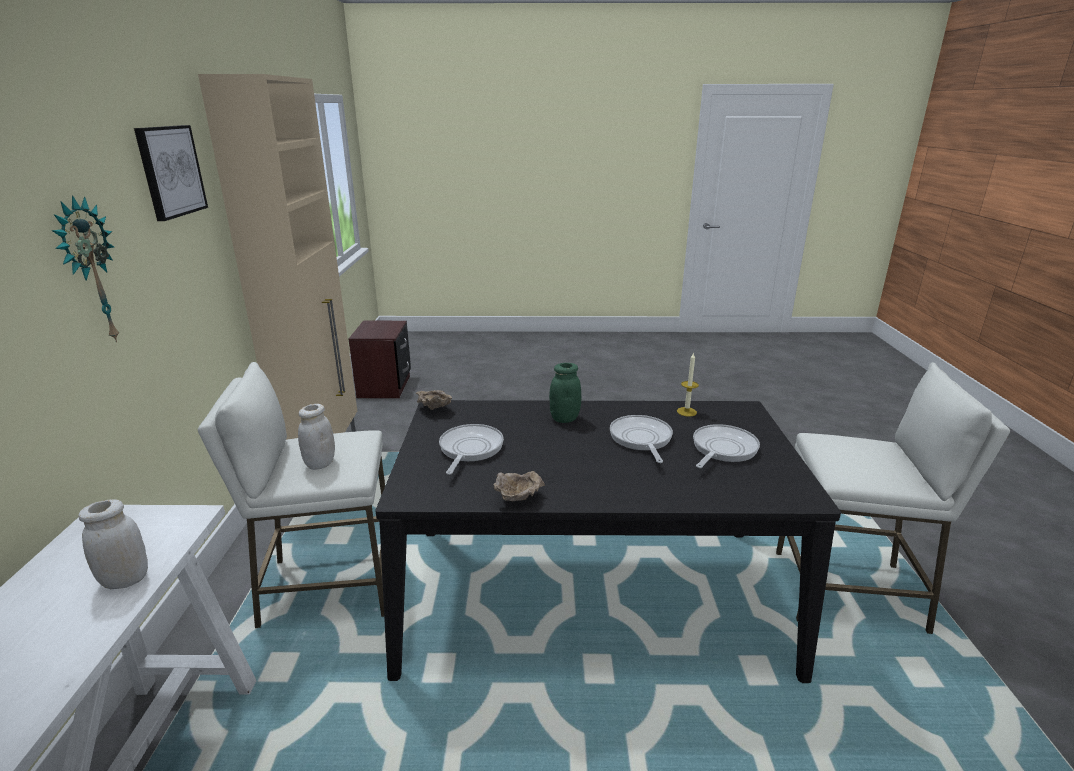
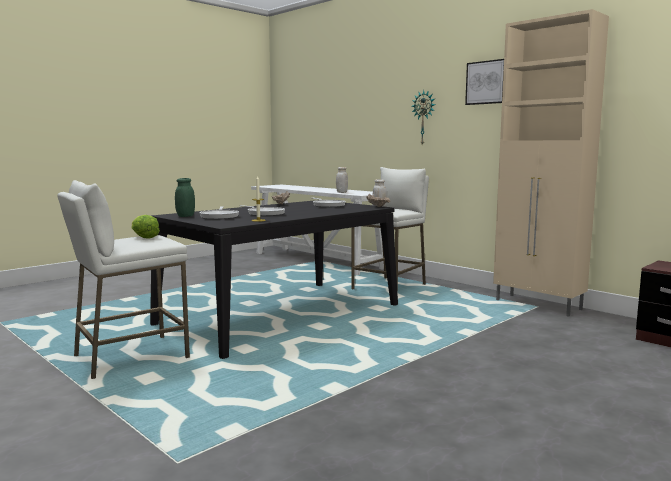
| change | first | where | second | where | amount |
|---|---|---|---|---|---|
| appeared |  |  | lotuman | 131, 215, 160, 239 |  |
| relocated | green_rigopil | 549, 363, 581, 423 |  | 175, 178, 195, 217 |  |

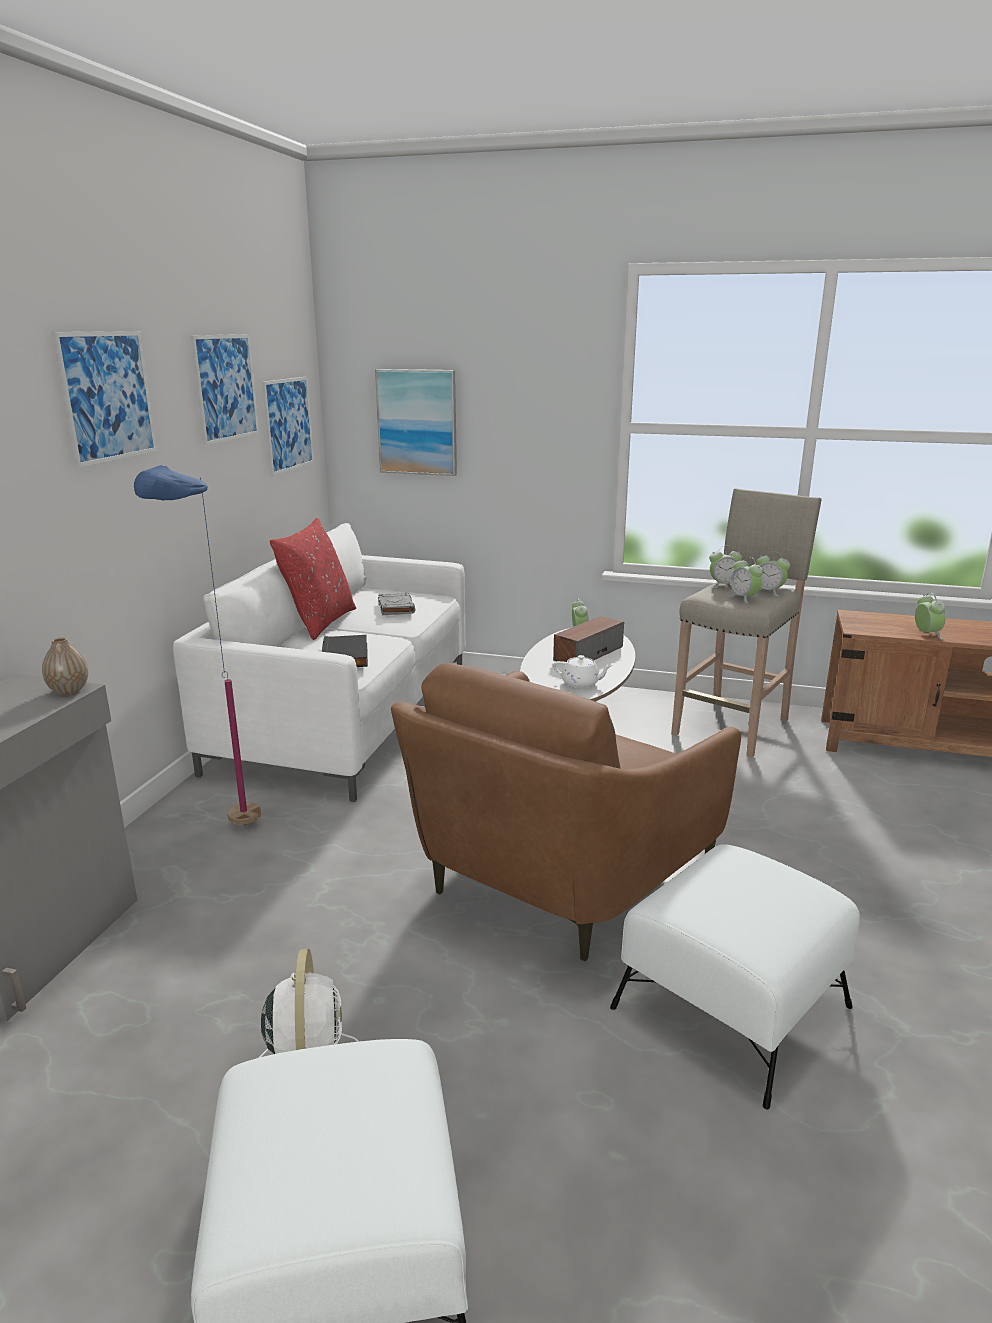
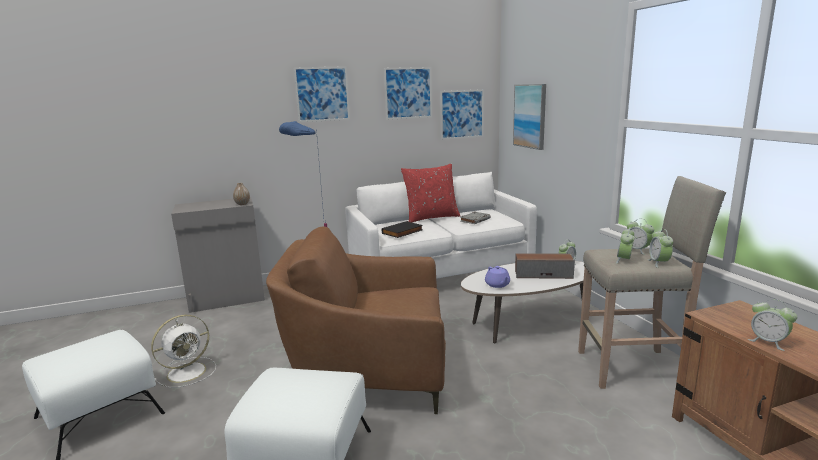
| change | first | where | second | where | amount |
|---|---|---|---|---|---|
| colour | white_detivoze | 553, 655, 613, 688 | purple_detivoze | 485, 266, 510, 288 |  |
| spun | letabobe | 915, 592, 945, 639 |  | 748, 299, 797, 351 | 90 degrees clockwise |

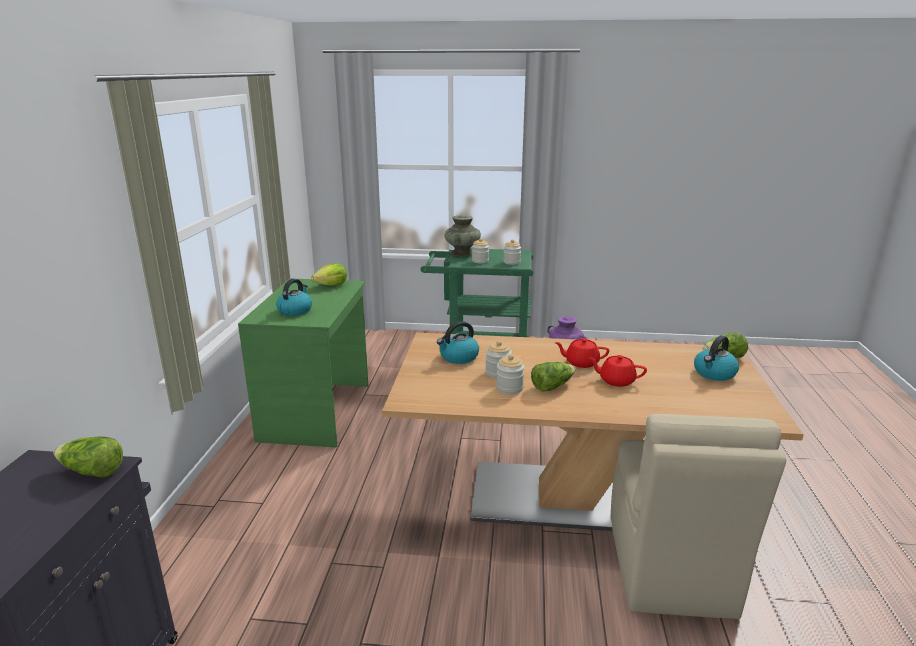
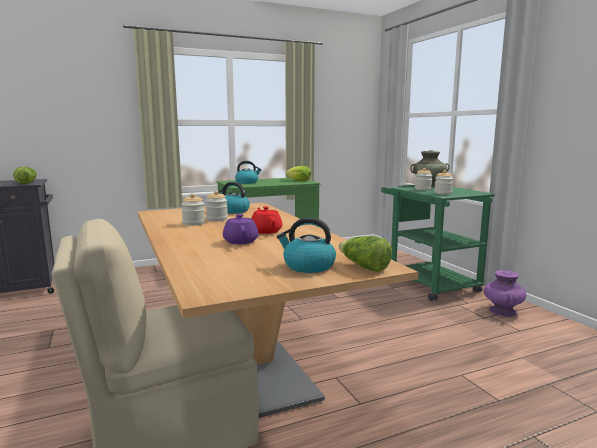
| change | first | where | second | where | amount |
|---|---|---|---|---|---|
| missing | lotuman | 531, 362, 576, 391 |  |  |  |
| colour | red_detivoze | 588, 355, 647, 387 | purple_detivoze | 223, 214, 258, 244 |  |

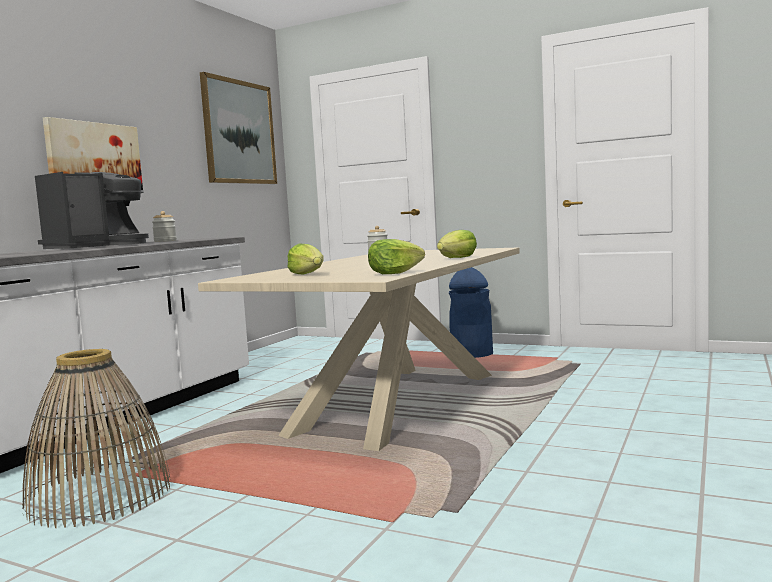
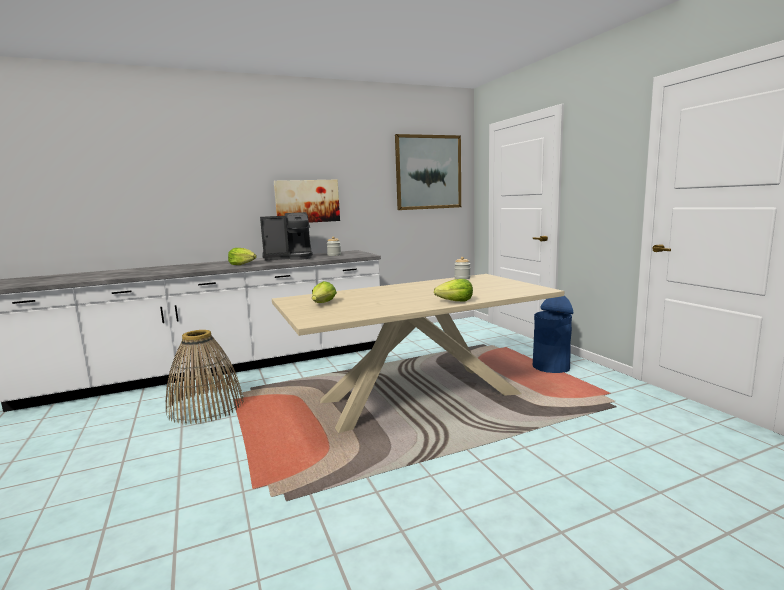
| change | first | where | second | where | amount |
|---|---|---|---|---|---|
| relocated | lotuman | 368, 239, 425, 274 |  | 228, 248, 257, 265 |  |

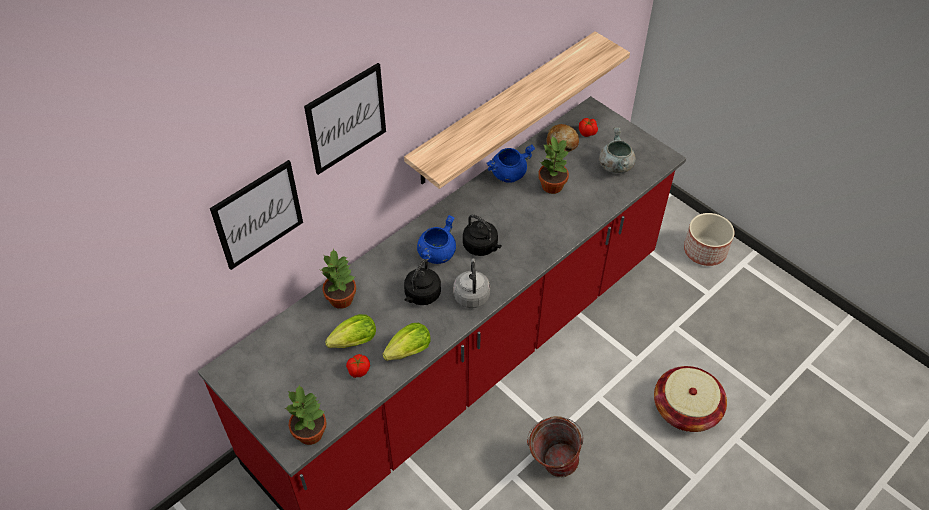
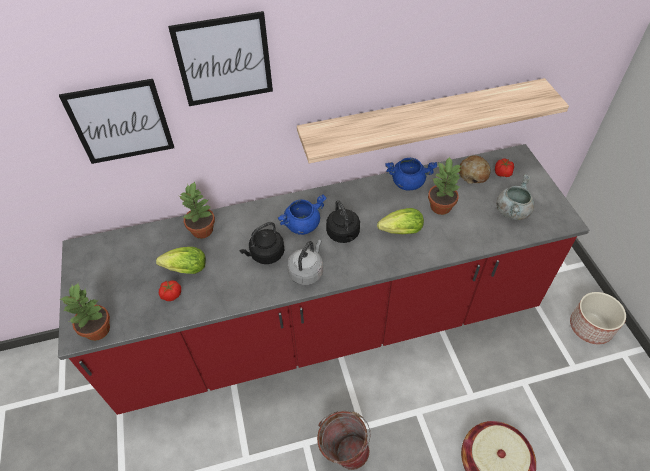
| change | first | where | second | where | amount |
|---|---|---|---|---|---|
| relocated | lotuman | 382, 323, 431, 361 |  | 377, 208, 424, 234 |  |

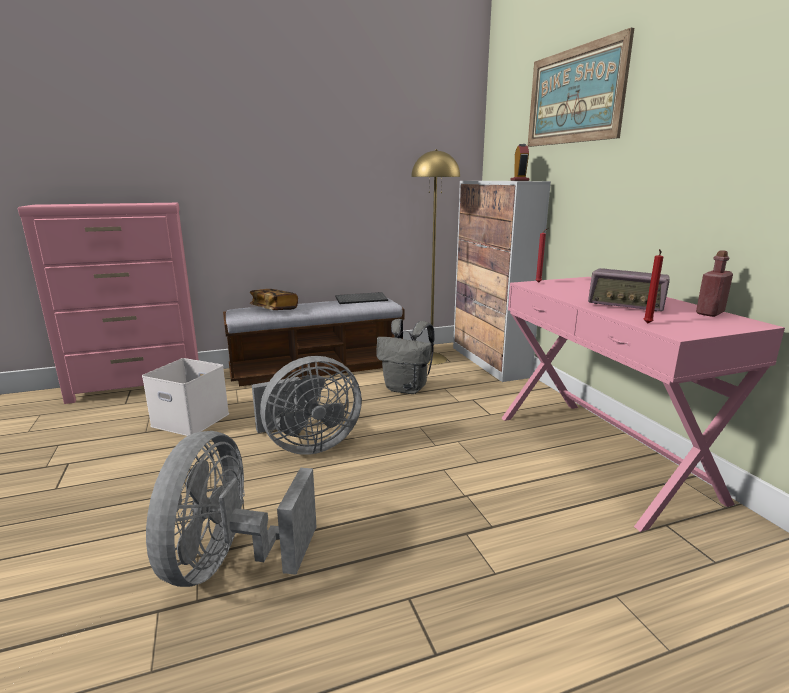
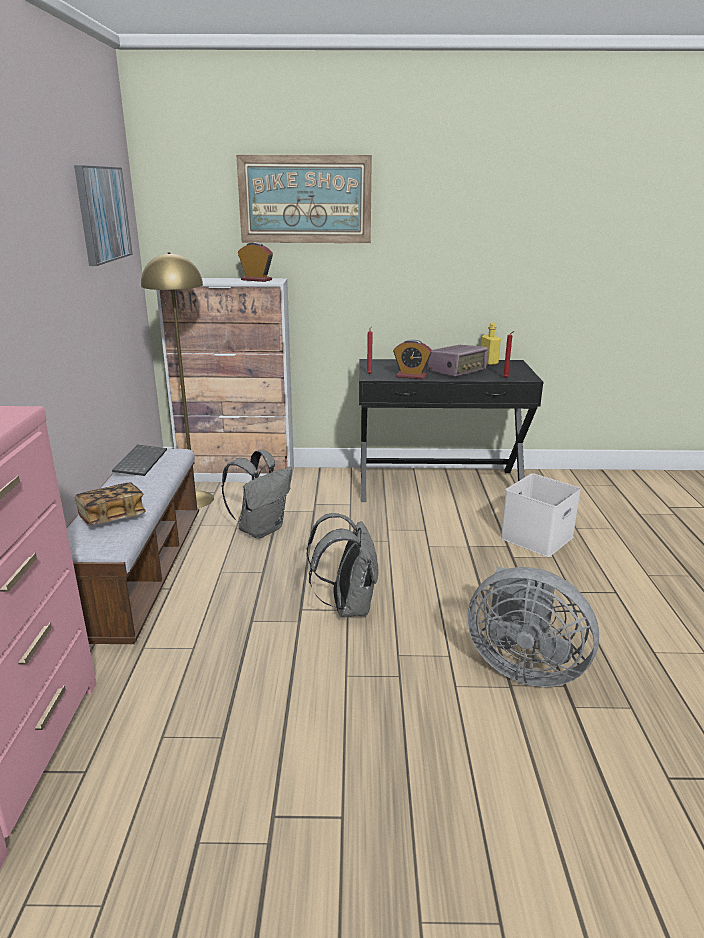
| change | first | where | second | where | amount |
|---|---|---|---|---|---|
| appeared |  |  | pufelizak | 74, 165, 133, 266 |  |
| appeared |  |  | letabobe | 393, 339, 432, 379 |  |
| relocated | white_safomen | 142, 358, 229, 436 |  | 500, 473, 581, 557 |  |
| exchanged | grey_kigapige | 252, 356, 362, 455 | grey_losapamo | 306, 513, 378, 617 |  |
| colour | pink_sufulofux | 501, 277, 785, 532 | black_sufulofux | 359, 359, 543, 502 |  |
| colour | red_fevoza | 696, 250, 733, 317 | yellow_fevoza | 481, 323, 501, 365 |  |

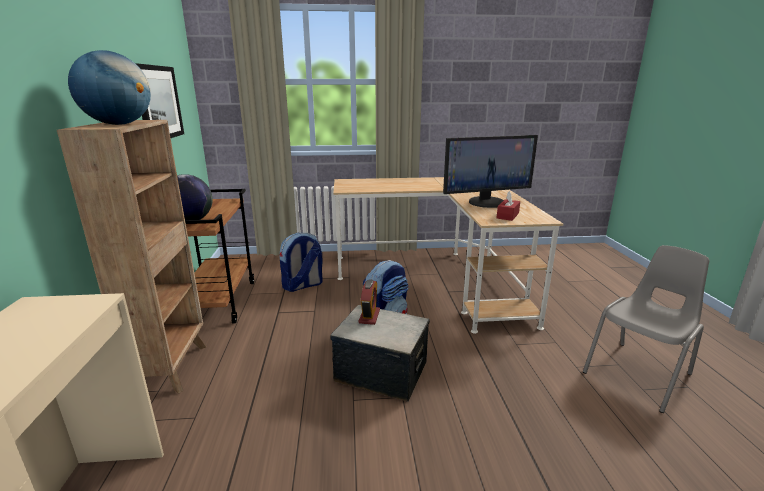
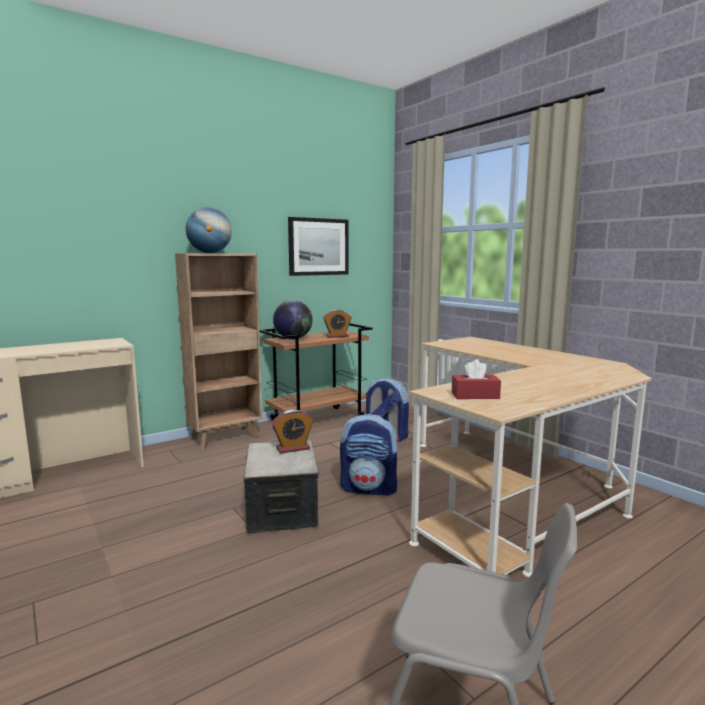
| change | first | where | second | where | amount |
|---|---|---|---|---|---|
| missing | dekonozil | 443, 135, 538, 208 |  |  |  |
| appeared |  |  | letabobe | 323, 309, 351, 338 |  |

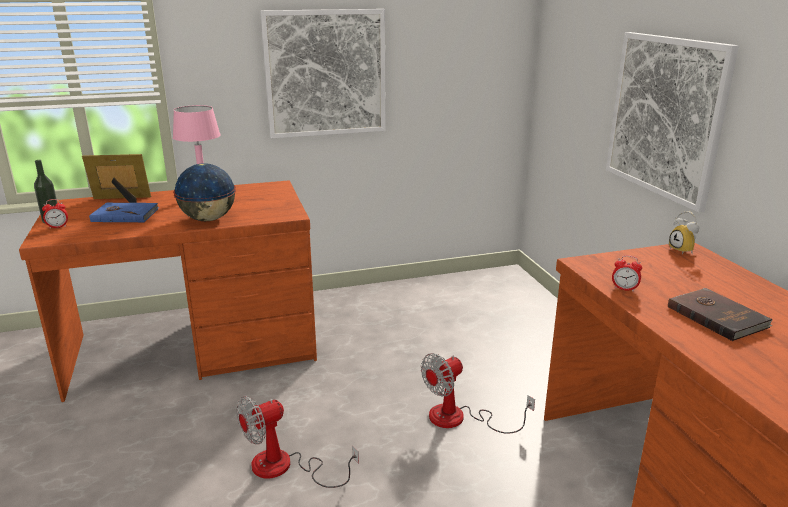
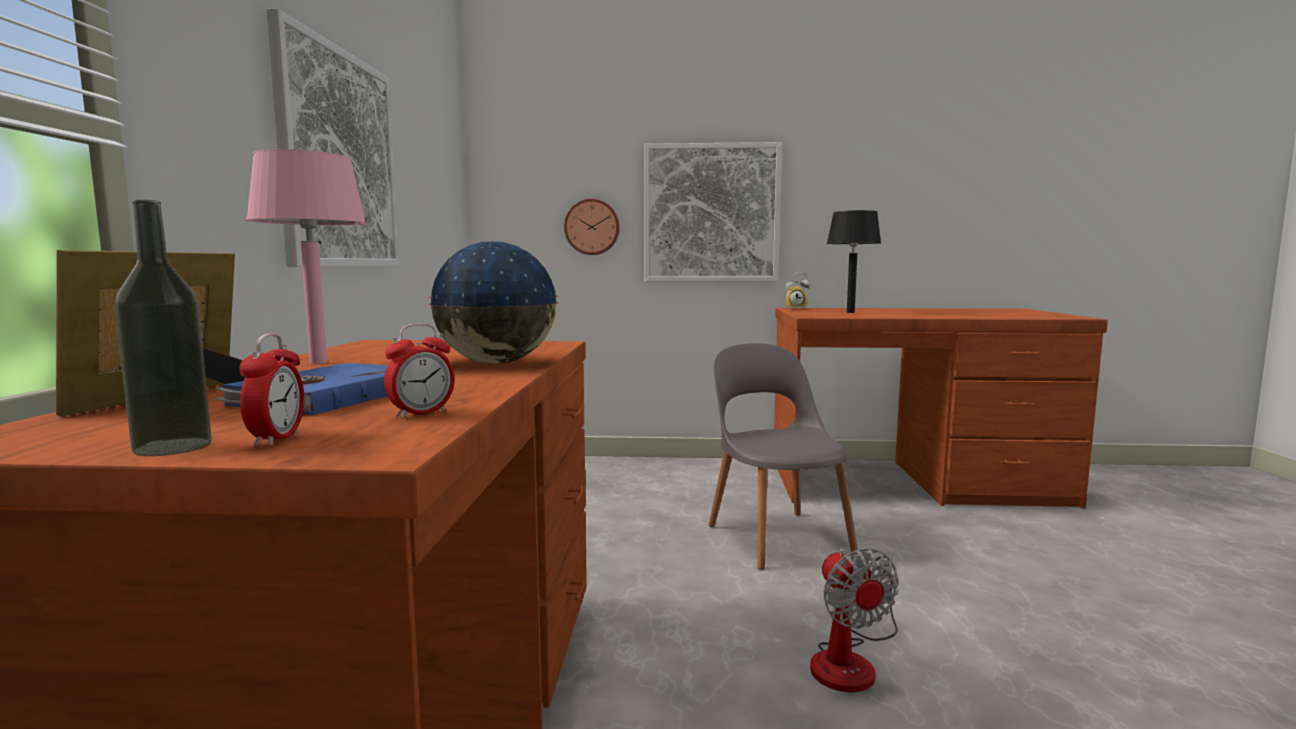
| change | first | where | second | where | amount |
|---|---|---|---|---|---|
| missing | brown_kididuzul | 668, 288, 773, 341 |  |  |  |
| appeared |  |  | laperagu | 564, 199, 620, 255 |  |
| appeared |  |  | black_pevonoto | 827, 210, 881, 313 |  |
| relocated | letabobe | 612, 255, 642, 292 |  | 384, 323, 455, 419 |  |
| exchanged | kigapige | 421, 353, 535, 434 | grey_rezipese | 708, 343, 858, 570 |  |

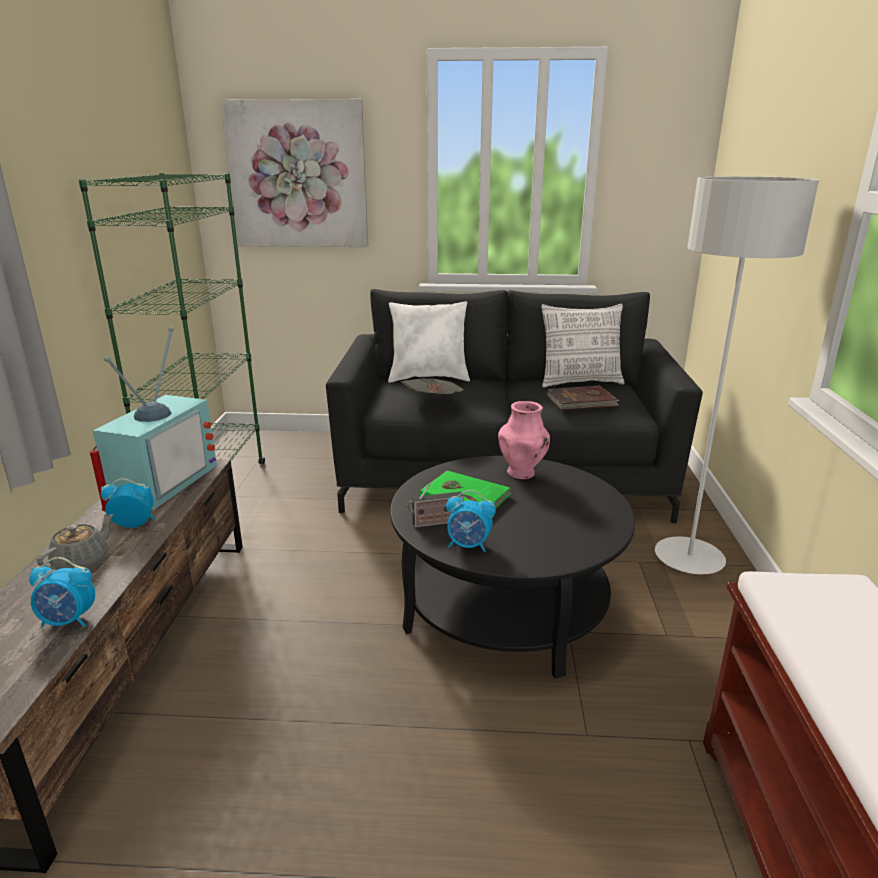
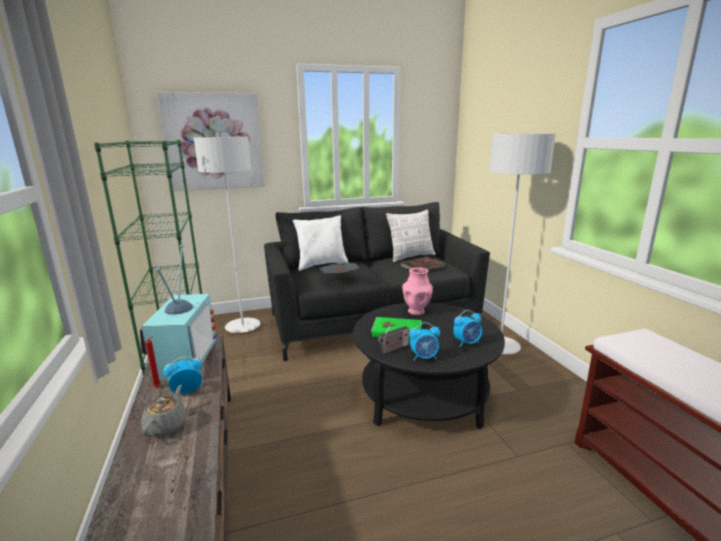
| change | first | where | second | where | amount |
|---|---|---|---|---|---|
| appeared |  |  | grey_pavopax | 194, 137, 260, 333 |  |
| relocated | letabobe | 29, 557, 95, 627 |  | 453, 310, 482, 347 |  |

